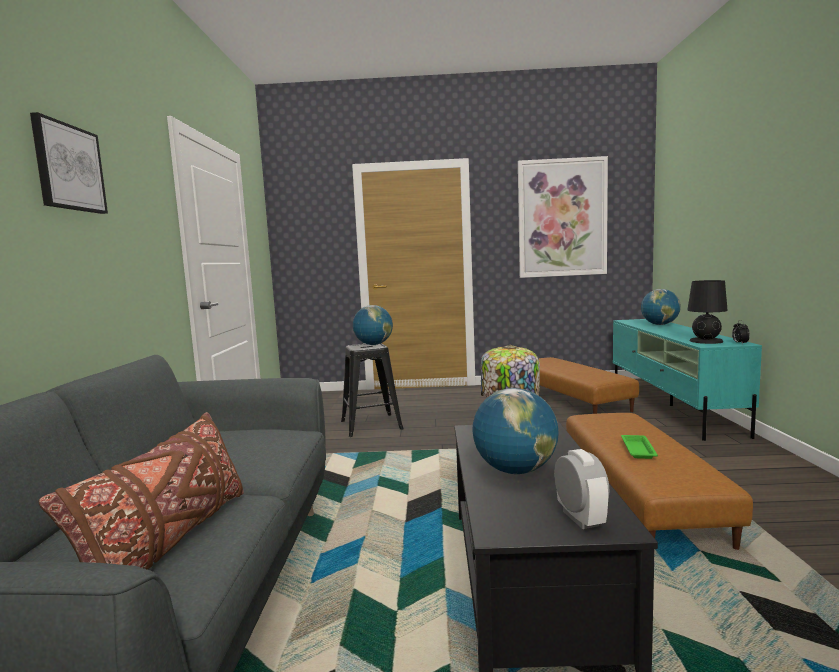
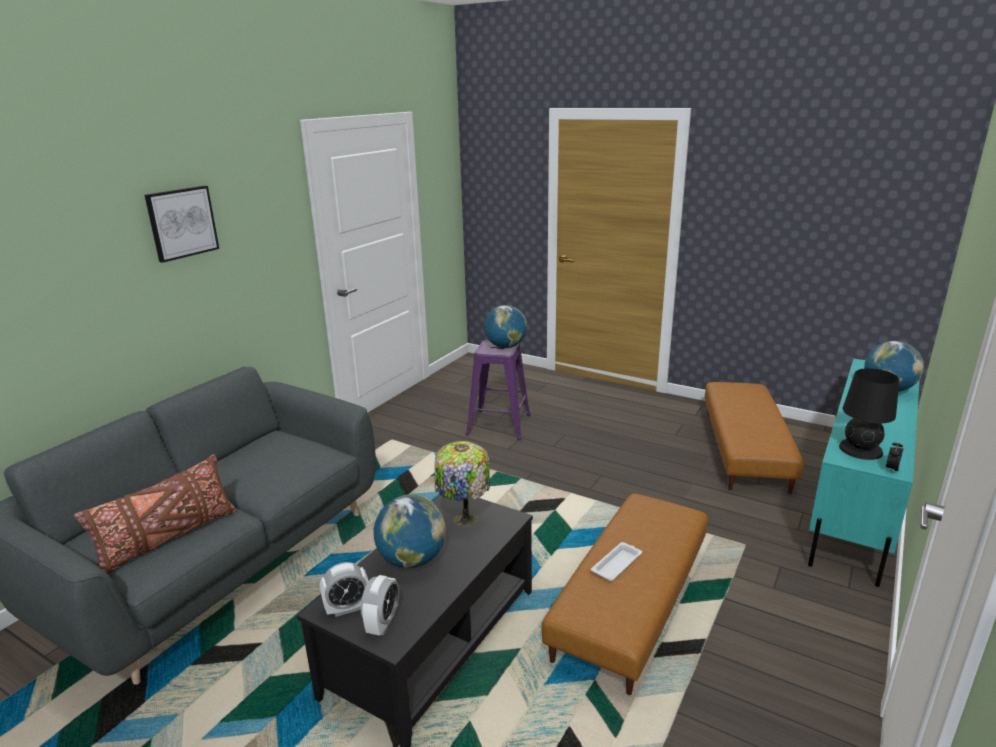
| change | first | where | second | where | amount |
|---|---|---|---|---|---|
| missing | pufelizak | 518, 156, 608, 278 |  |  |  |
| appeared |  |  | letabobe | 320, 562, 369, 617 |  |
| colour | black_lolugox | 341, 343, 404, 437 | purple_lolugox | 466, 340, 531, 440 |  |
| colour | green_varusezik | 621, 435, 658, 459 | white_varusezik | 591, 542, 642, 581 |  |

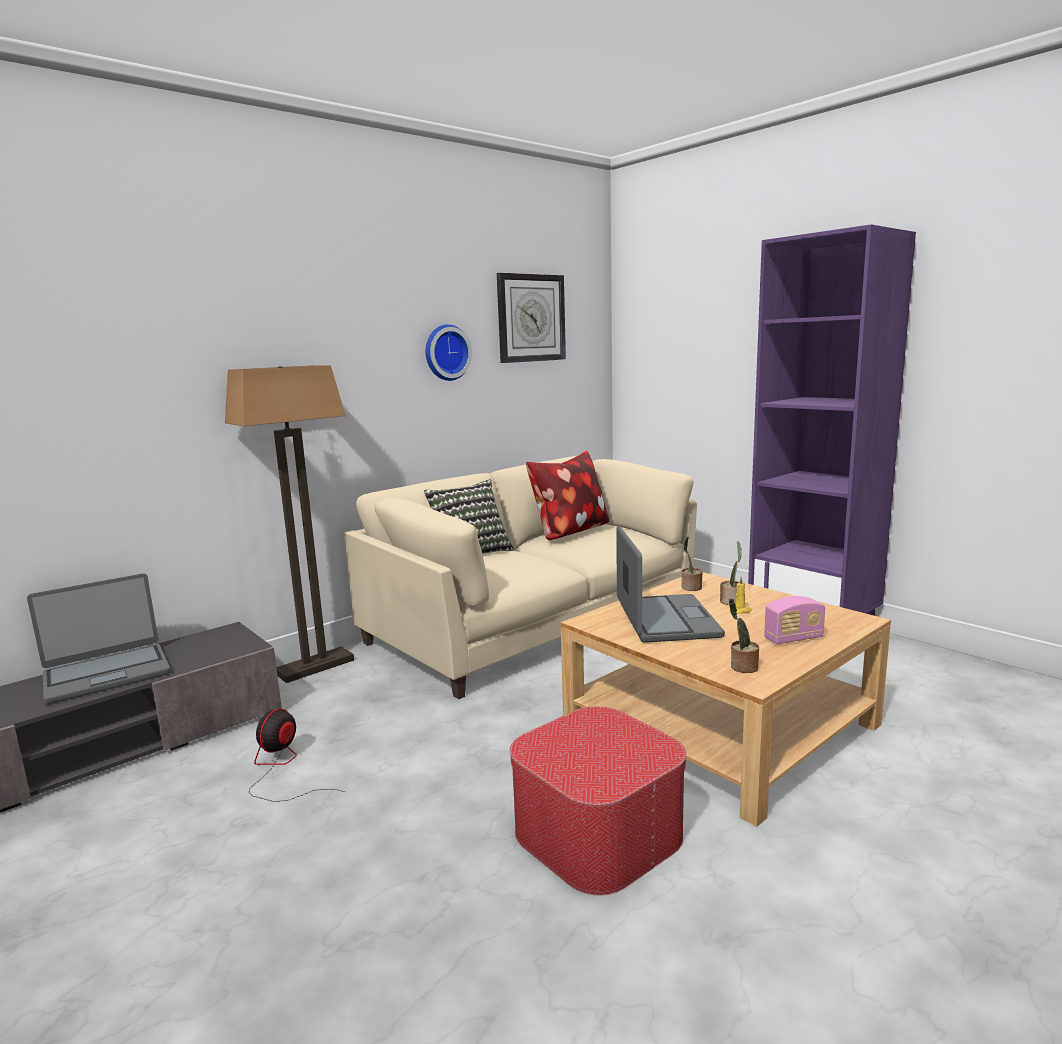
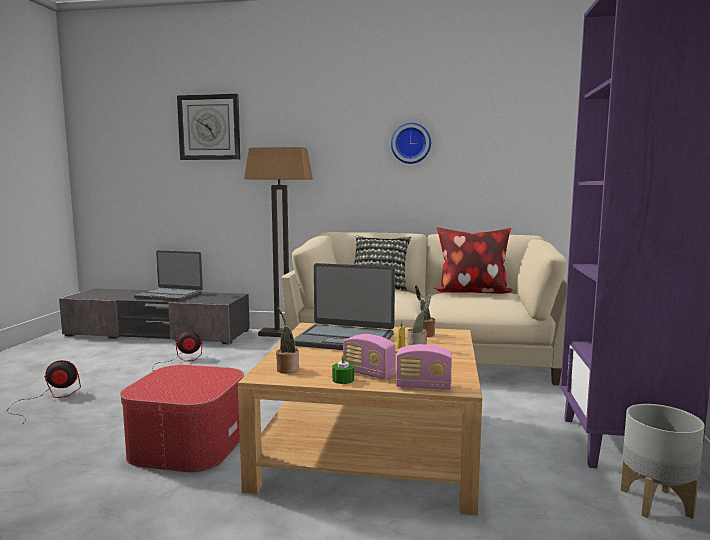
| change | first | where | second | where | amount |
|---|---|---|---|---|---|
| appeared |  |  | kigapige | 7, 360, 81, 422 |  |
| appeared |  |  | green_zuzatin | 332, 355, 354, 384 |  |
| appeared |  |  | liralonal | 396, 344, 452, 390 |  |
| appeared |  |  | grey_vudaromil | 621, 404, 705, 519 |  |
| relocated | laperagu | 497, 273, 566, 363 |  | 177, 94, 241, 160 |  |
| spun | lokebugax | 616, 526, 725, 643 |  | 294, 263, 395, 350 | 60 degrees clockwise |

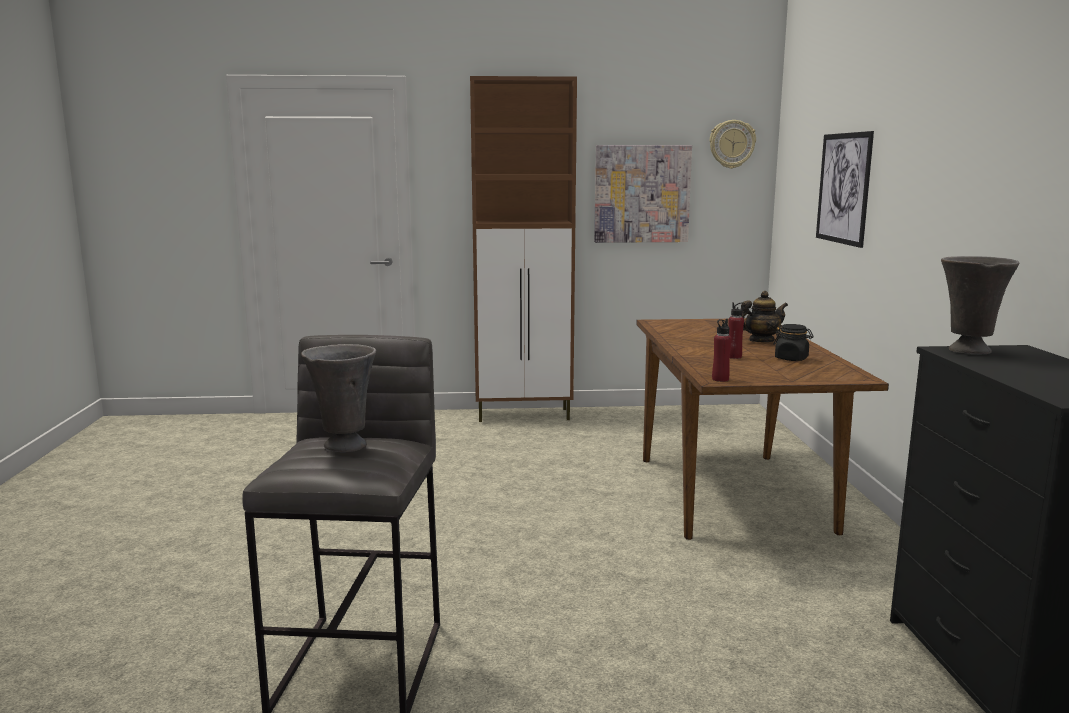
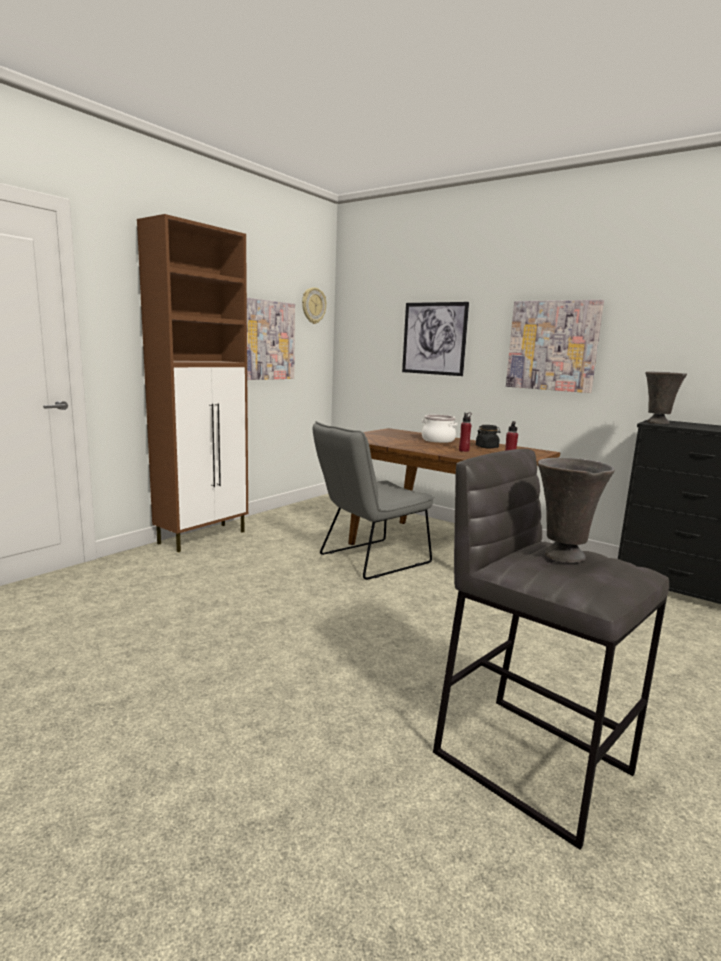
| change | first | where | second | where | amount |
|---|---|---|---|---|---|
| appeared |  |  | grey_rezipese | 312, 421, 434, 580 |  |
| appeared |  |  | pufelizak | 506, 300, 604, 393 |  |
| exchanged | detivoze | 741, 291, 788, 342 | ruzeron | 422, 415, 458, 443 |  |

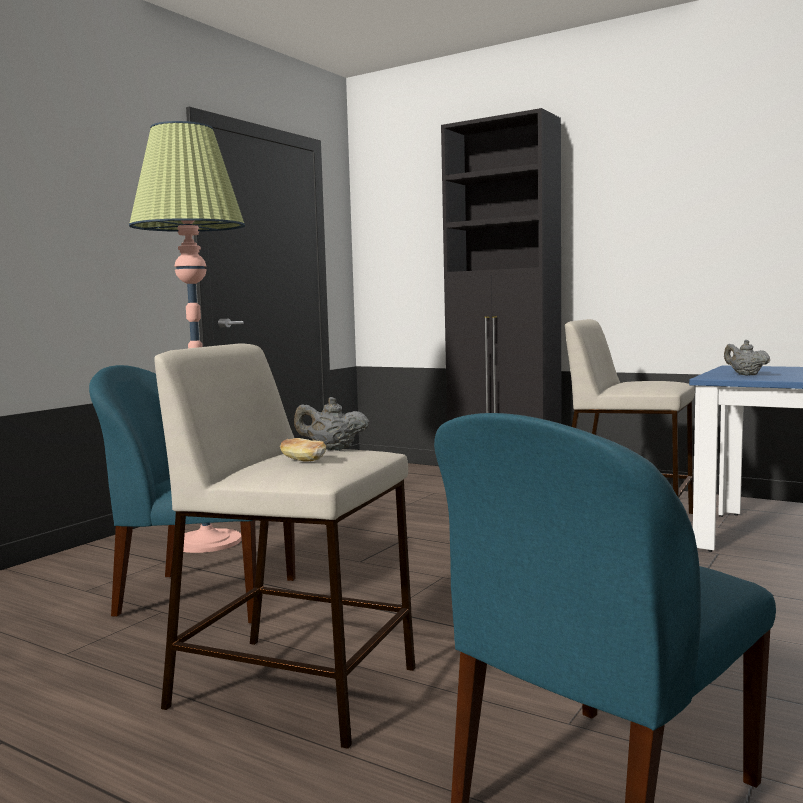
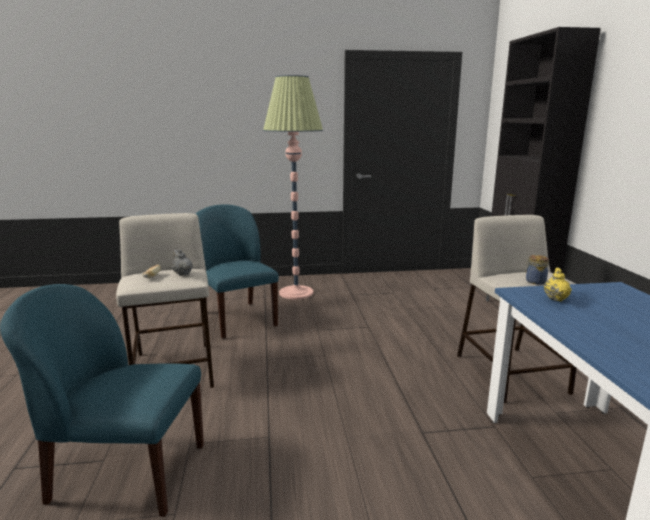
| change | first | where | second | where | amount |
|---|---|---|---|---|---|
| appeared |  |  | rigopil | 524, 255, 549, 285 |  |
| colour | grey_detivoze | 724, 340, 770, 376 | yellow_detivoze | 544, 268, 572, 302 |  |

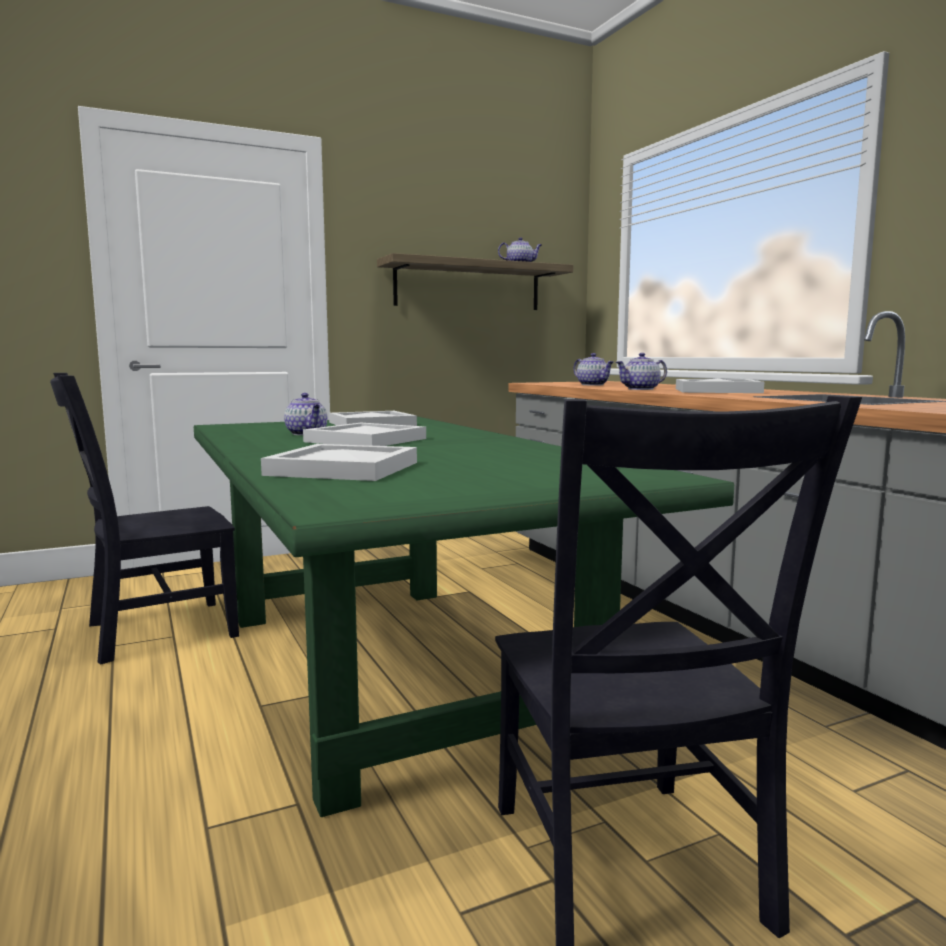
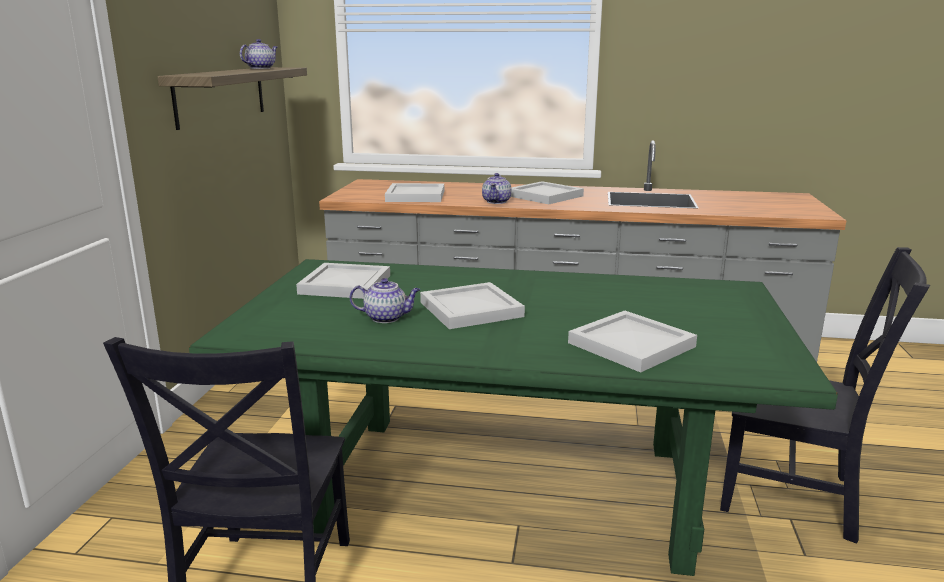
| change | first | where | second | where | amount |
|---|---|---|---|---|---|
| exchanged | detivoze | 573, 353, 613, 386 | white_varusezik | 385, 183, 444, 202 |  |

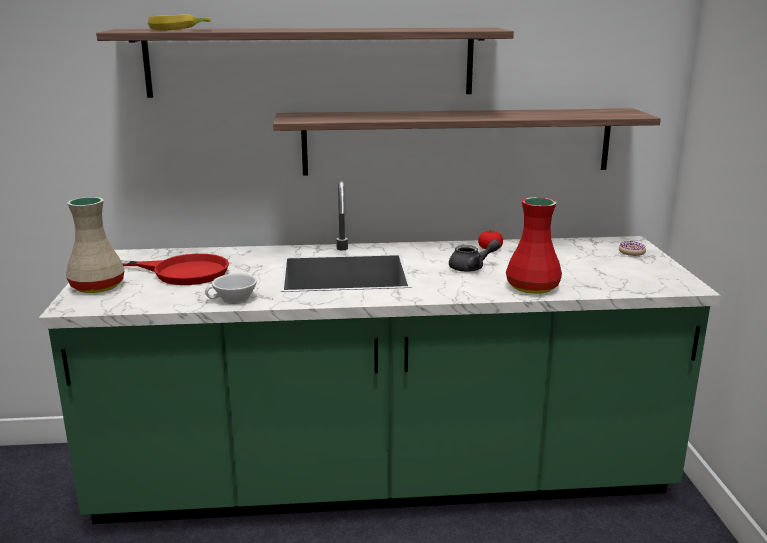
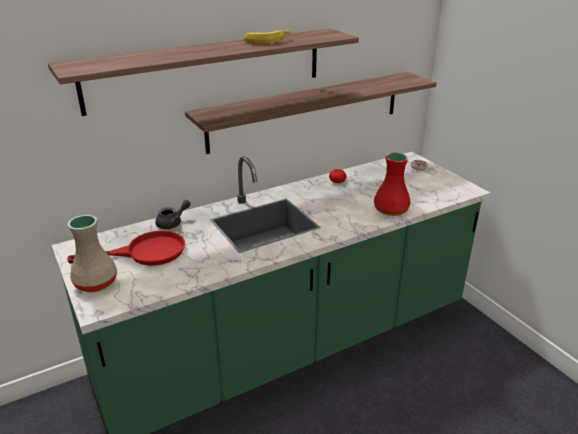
| change | first | where | second | where | amount |
|---|---|---|---|---|---|
| missing | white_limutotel | 205, 273, 257, 304 |  |  |  |
| relocated | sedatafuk | 148, 14, 211, 31 |  | 244, 30, 292, 44 |  |
| relocated | grey_detivoze | 449, 239, 501, 272 |  | 155, 200, 191, 229 |  |

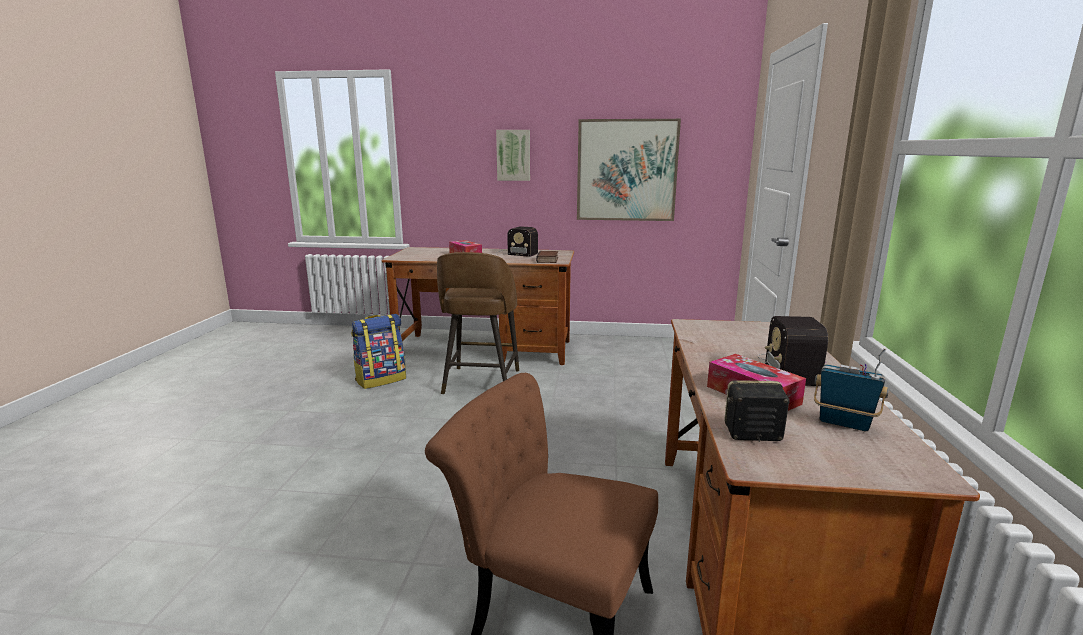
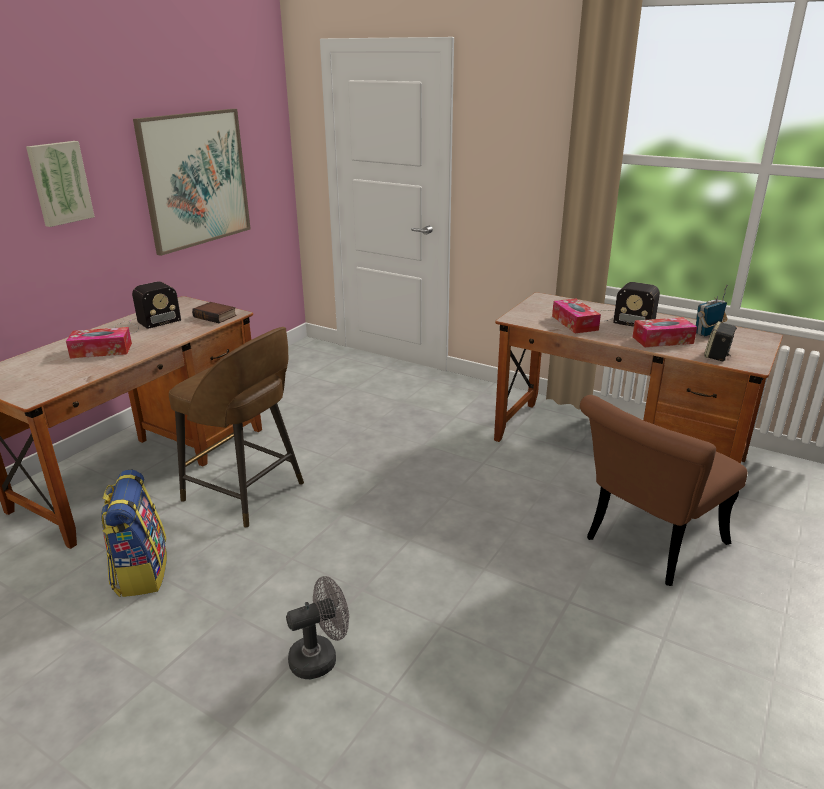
| change | first | where | second | where | amount |
|---|---|---|---|---|---|
| appeared |  |  | grey_kigapige | 286, 576, 349, 679 |  |
| appeared |  |  | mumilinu | 552, 299, 601, 333 |  |

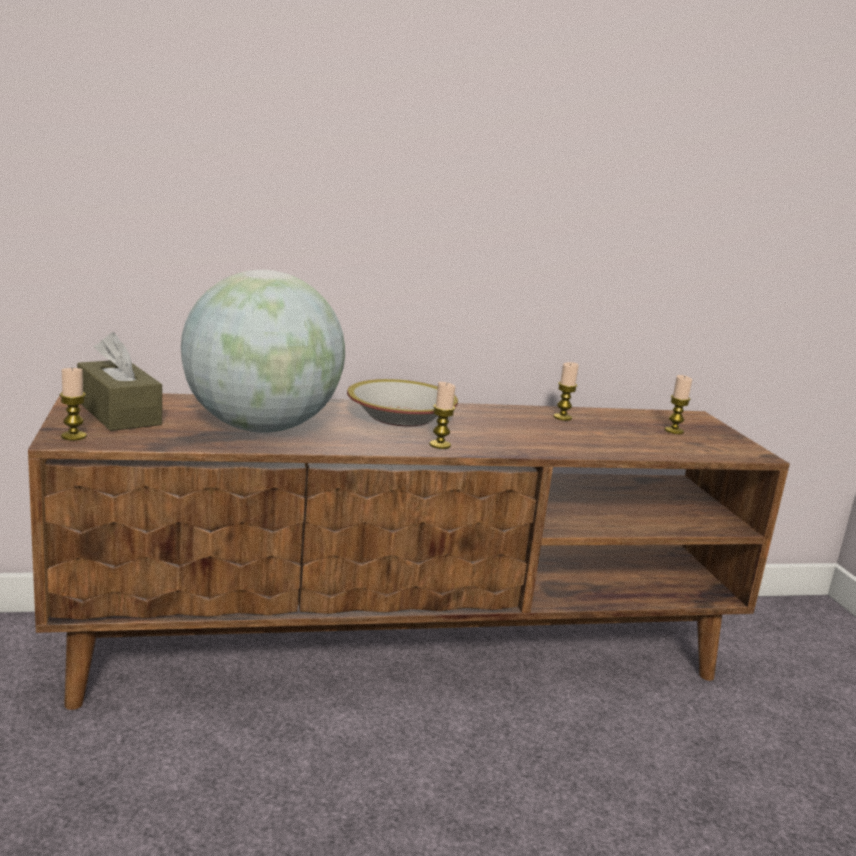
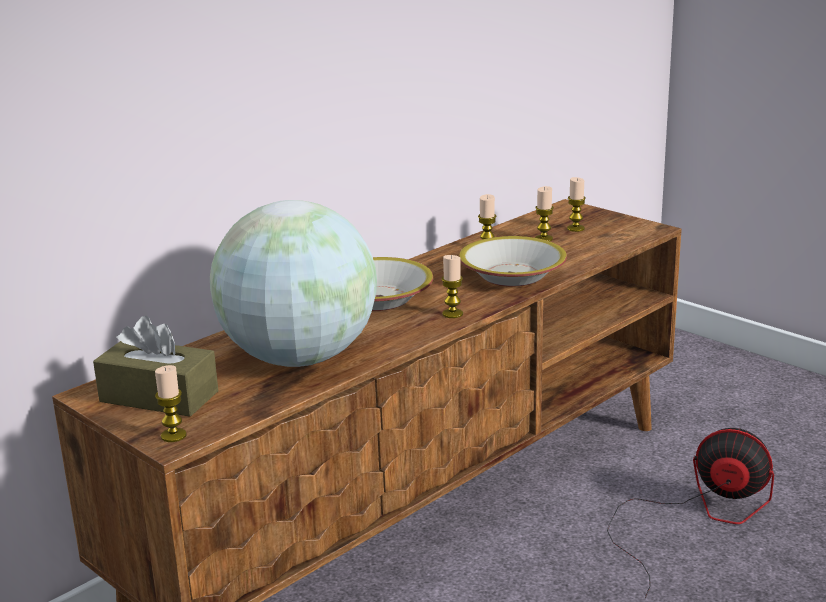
| change | first | where | second | where | amount |
|---|---|---|---|---|---|
| appeared |  |  | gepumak | 459, 236, 567, 286 |  |
| appeared |  |  | zuzatin | 535, 186, 554, 241 |  |
| appeared |  |  | kigapige | 607, 428, 774, 598 |  |

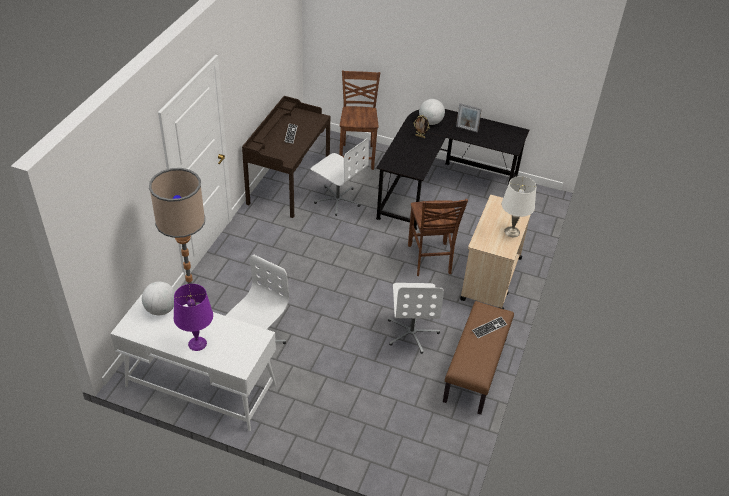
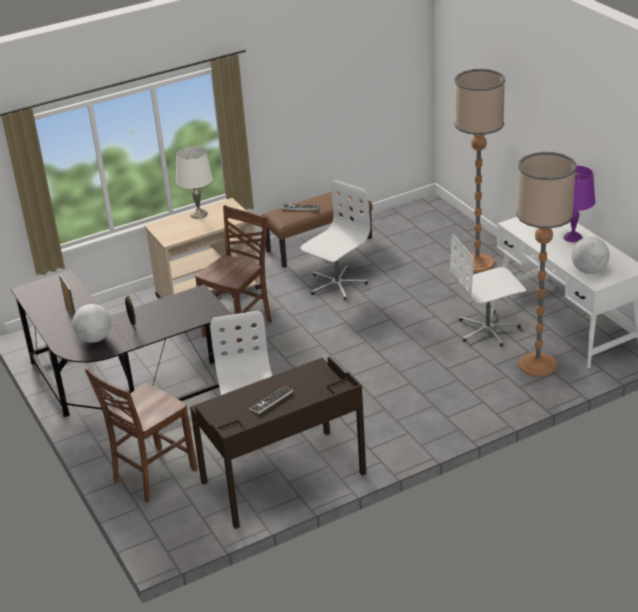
| change | first | where | second | where | amount |
|---|---|---|---|---|---|
| appeared |  |  | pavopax | 454, 69, 505, 272 |  |

